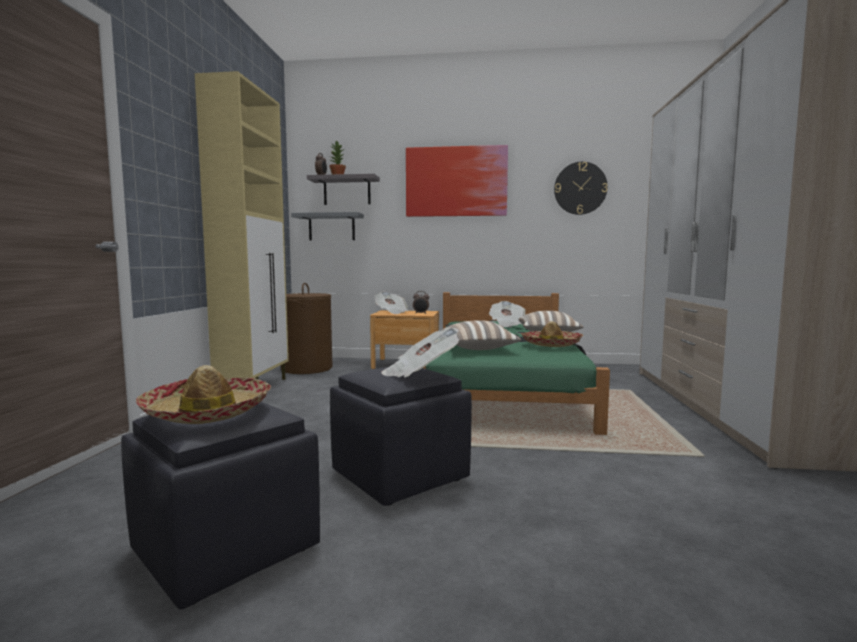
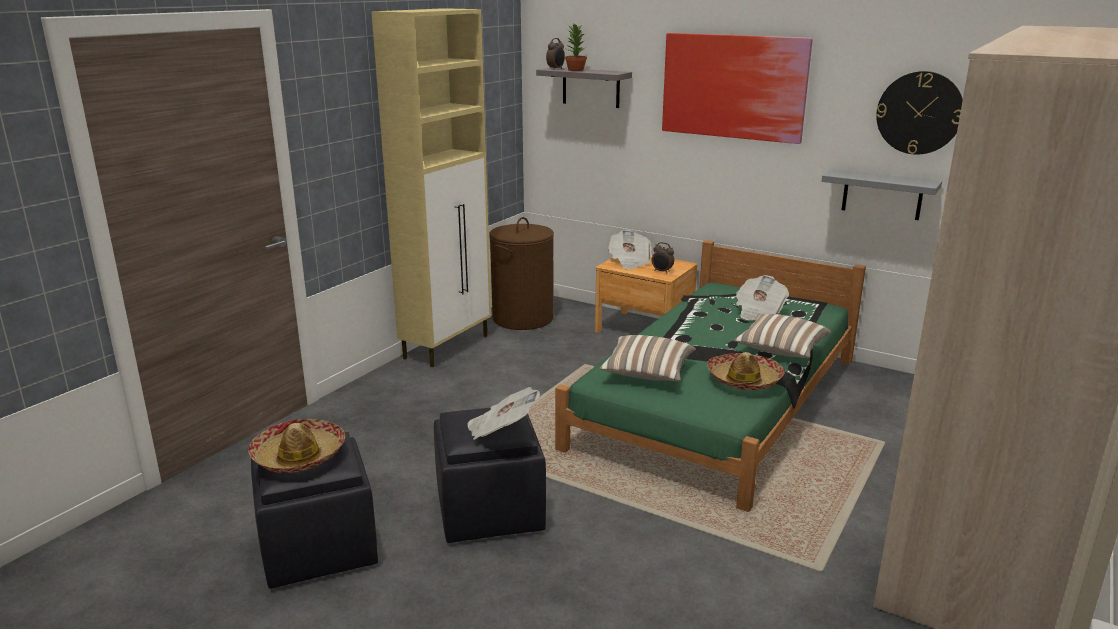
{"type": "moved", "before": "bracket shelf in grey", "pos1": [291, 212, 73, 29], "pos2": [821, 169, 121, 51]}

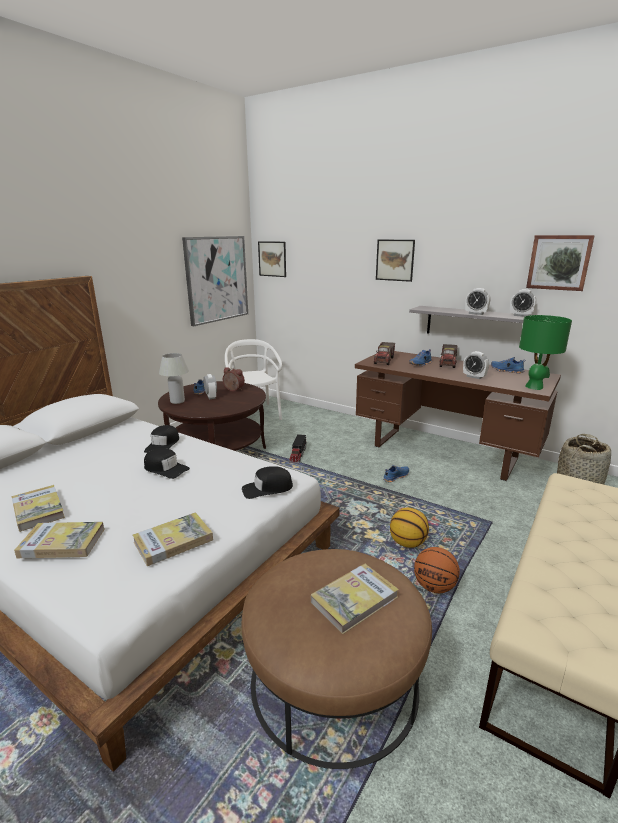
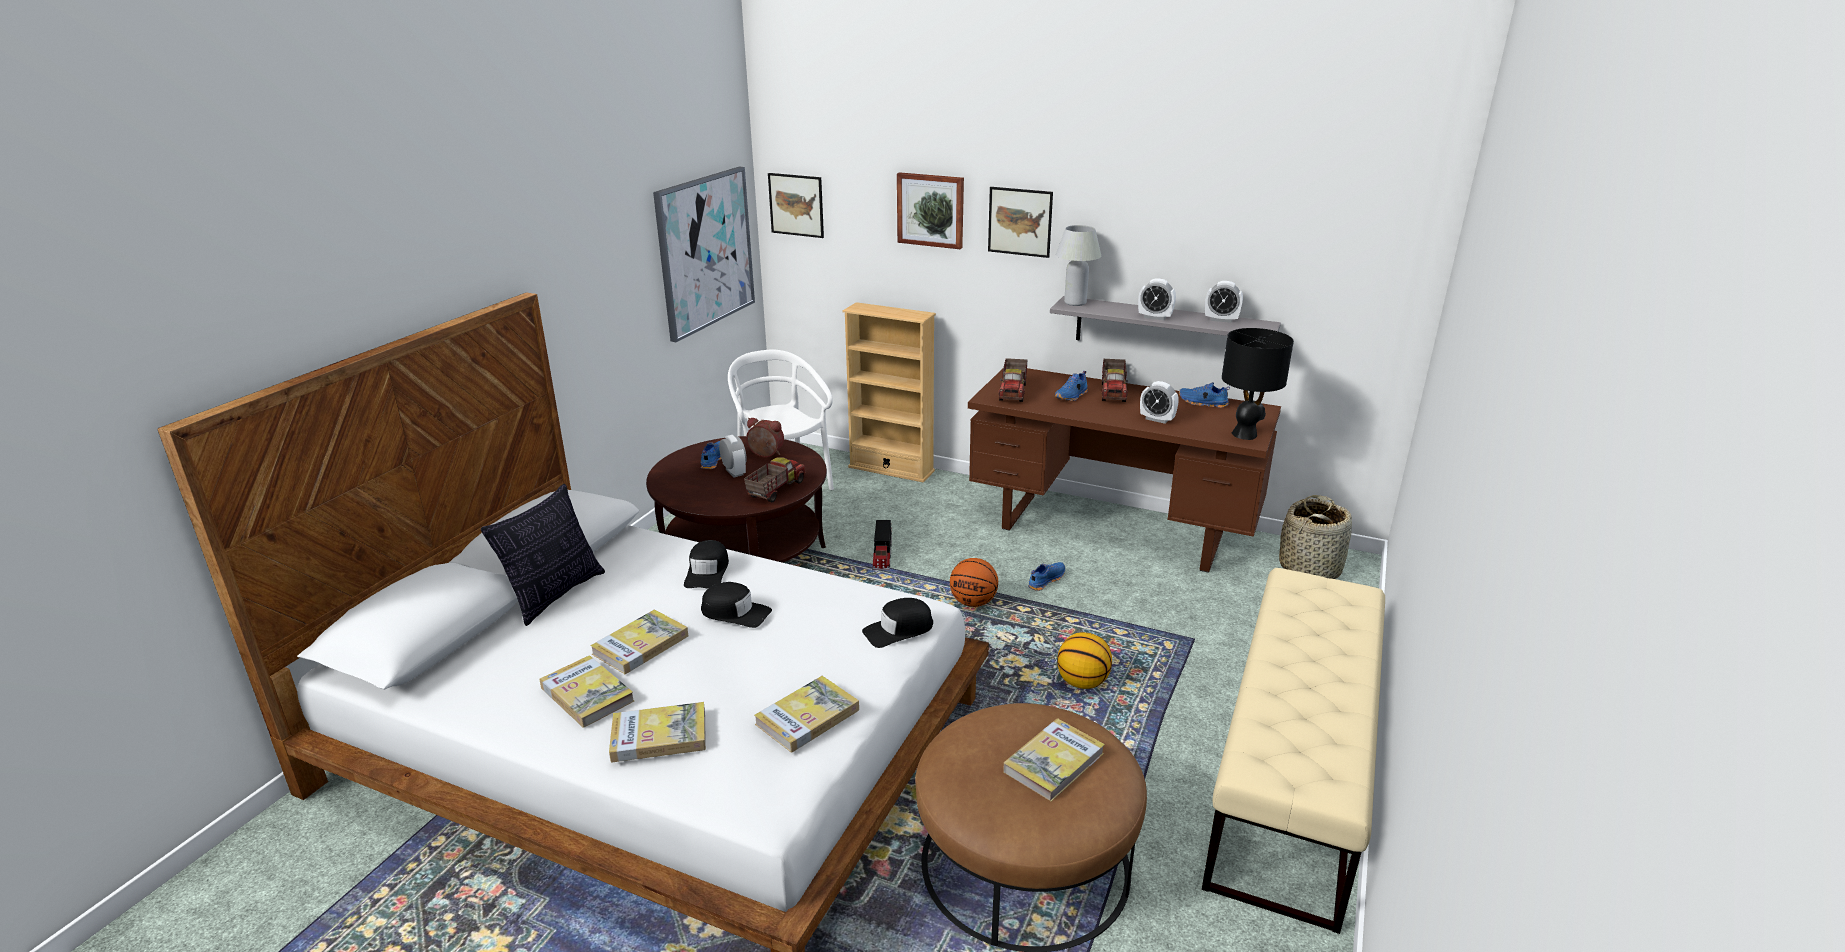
{"type": "moved", "before": "picture", "pos1": [526, 235, 69, 56], "pos2": [897, 172, 67, 77]}
{"type": "recoloured", "before": "table lamp in greenish", "after": "table lamp in blackish", "pos1": [519, 315, 53, 75], "pos2": [1222, 328, 72, 112]}
{"type": "moved", "before": "table lamp in white", "pos1": [159, 353, 30, 51], "pos2": [1056, 225, 45, 81]}
{"type": "moved", "before": "basketball ball", "pos1": [414, 547, 46, 46], "pos2": [950, 558, 48, 49]}
{"type": "added", "after": "bookshelf in sand-coloured", "pos2": [843, 302, 93, 181]}
{"type": "added", "after": "toy truck", "pos2": [744, 457, 62, 45]}
{"type": "added", "after": "cushion", "pos2": [481, 484, 124, 142]}
{"type": "added", "after": "book", "pos2": [590, 609, 98, 65]}

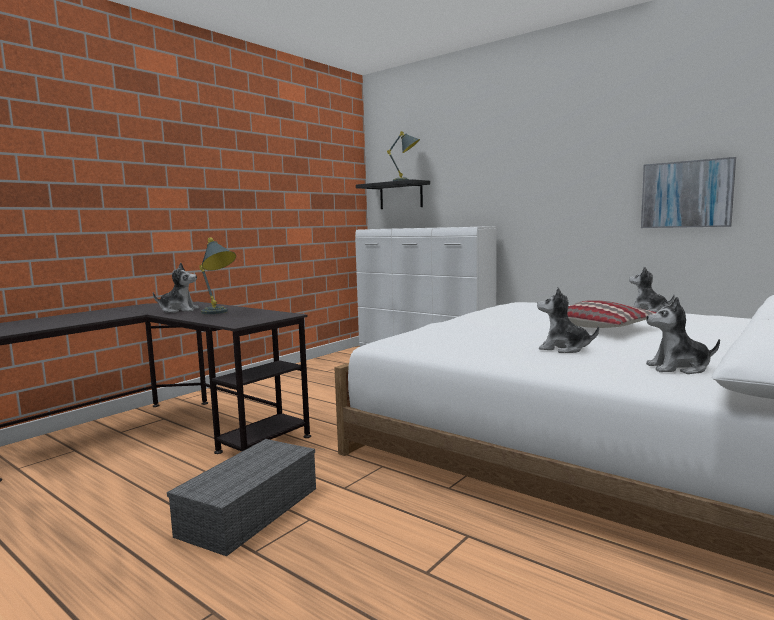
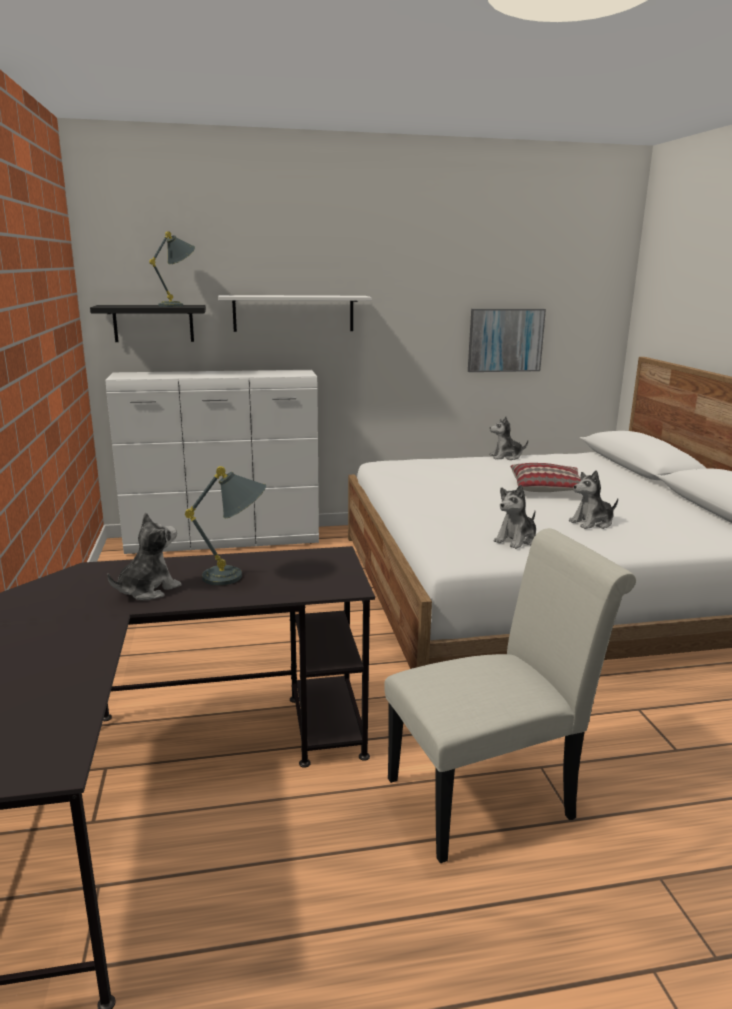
{"type": "moved", "before": "soft toy", "pos1": [646, 297, 74, 77], "pos2": [494, 485, 42, 64]}
{"type": "replaced", "before": "storage box in grey", "after": "upright chair in white", "pos1": [167, 439, 149, 117], "pos2": [384, 528, 252, 335]}
{"type": "added", "after": "bracket shelf in white", "pos2": [218, 295, 154, 37]}

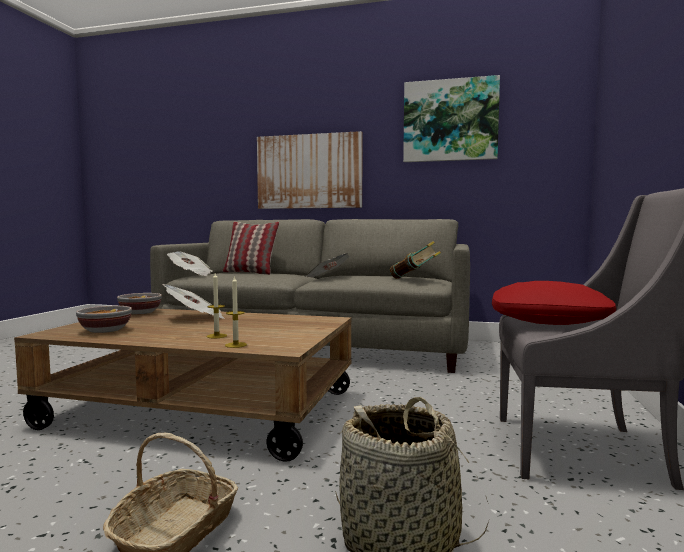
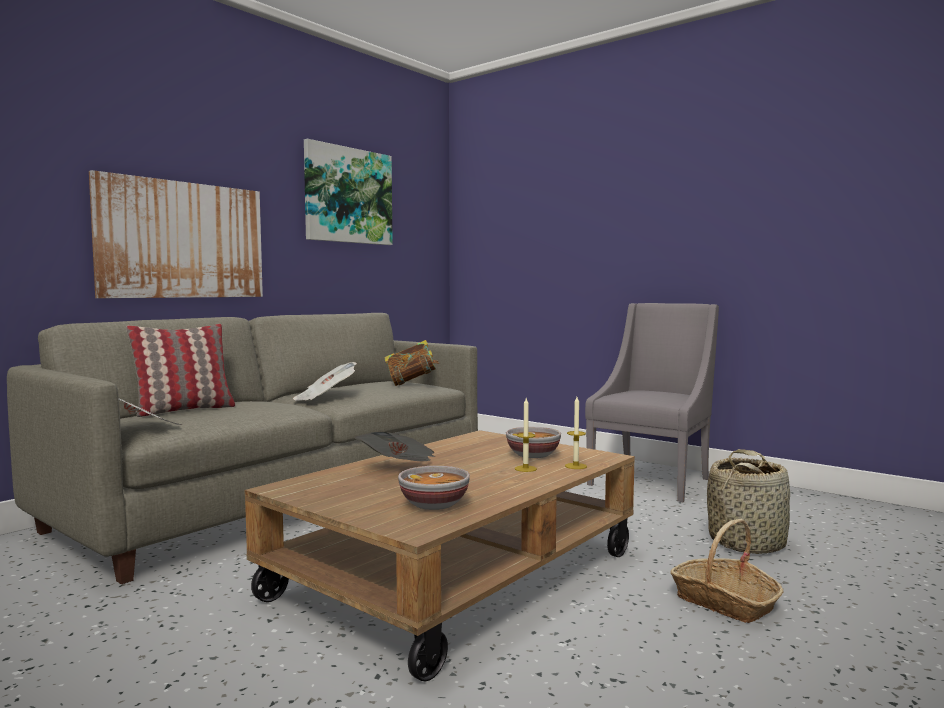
{"type": "removed", "before": "cushion in red", "pos1": [492, 281, 124, 44]}
{"type": "moved", "before": "bowl", "pos1": [117, 293, 45, 21], "pos2": [506, 427, 55, 31]}

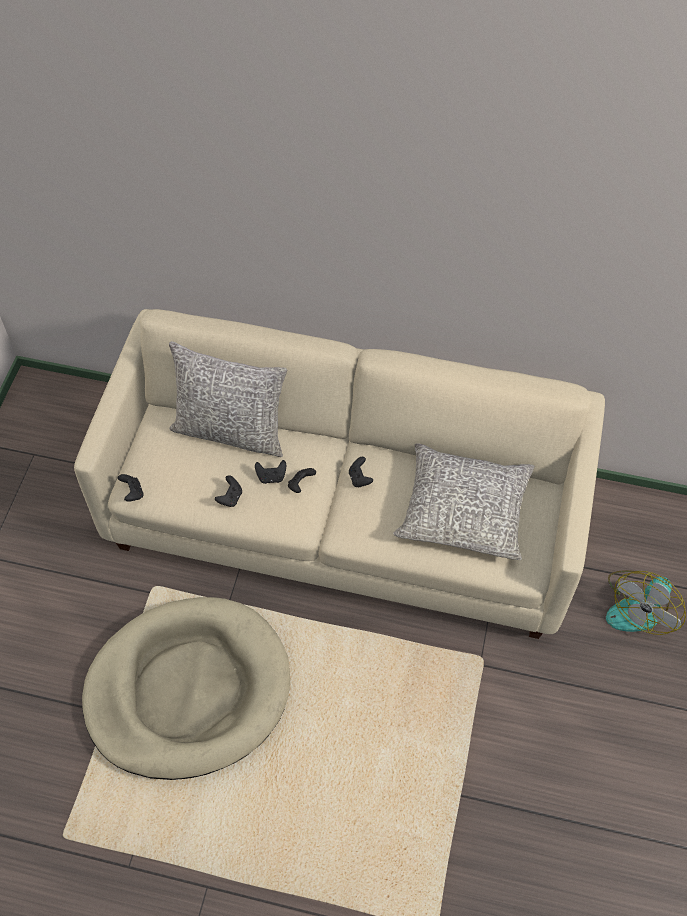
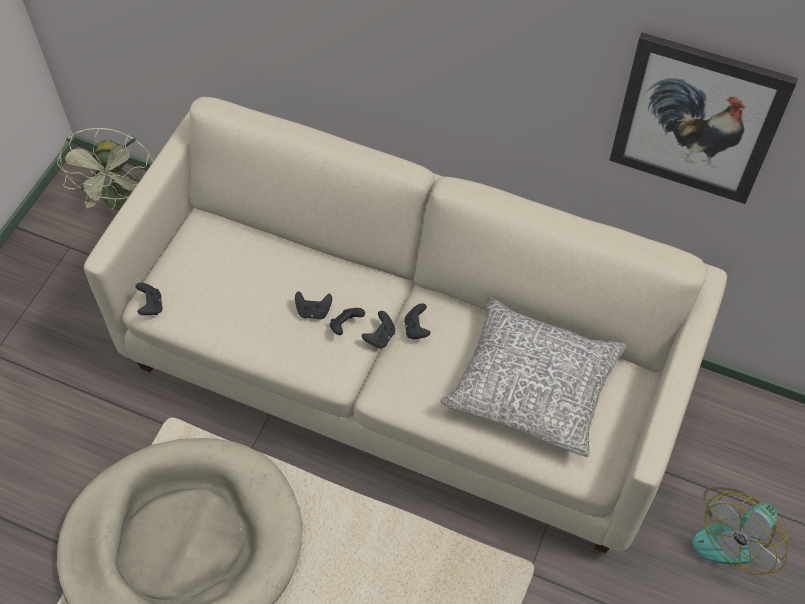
{"type": "removed", "before": "cushion in grey", "pos1": [169, 341, 119, 116]}
{"type": "moved", "before": "joypad in blackish", "pos1": [215, 475, 27, 32], "pos2": [362, 311, 33, 37]}
{"type": "added", "after": "picture", "pos2": [609, 33, 189, 171]}
{"type": "added", "after": "electric fan in greenish", "pos2": [57, 127, 96, 83]}

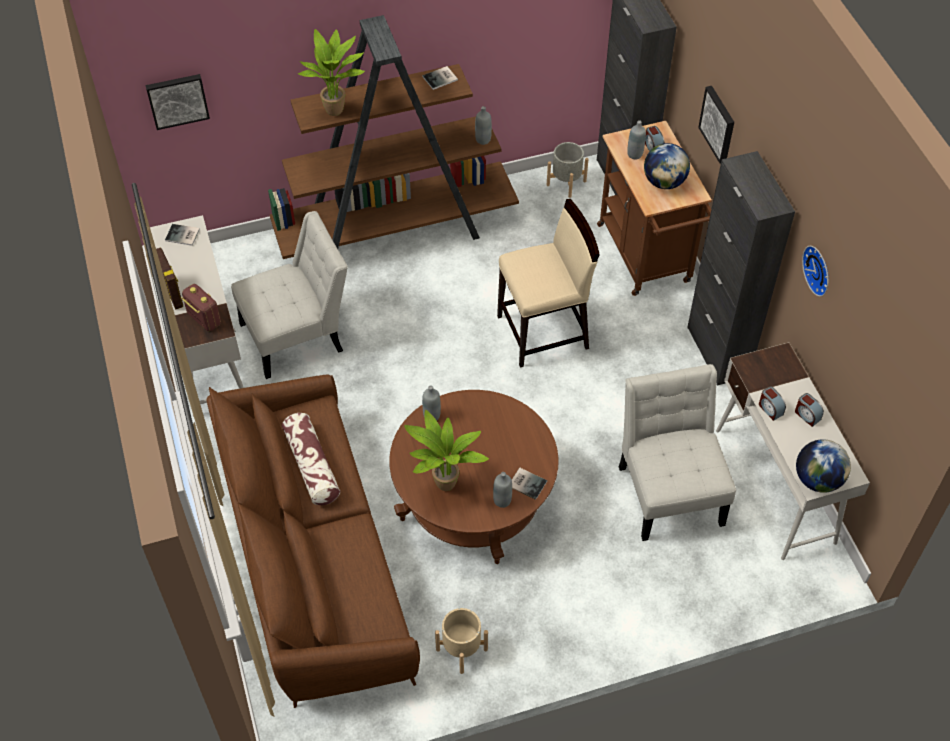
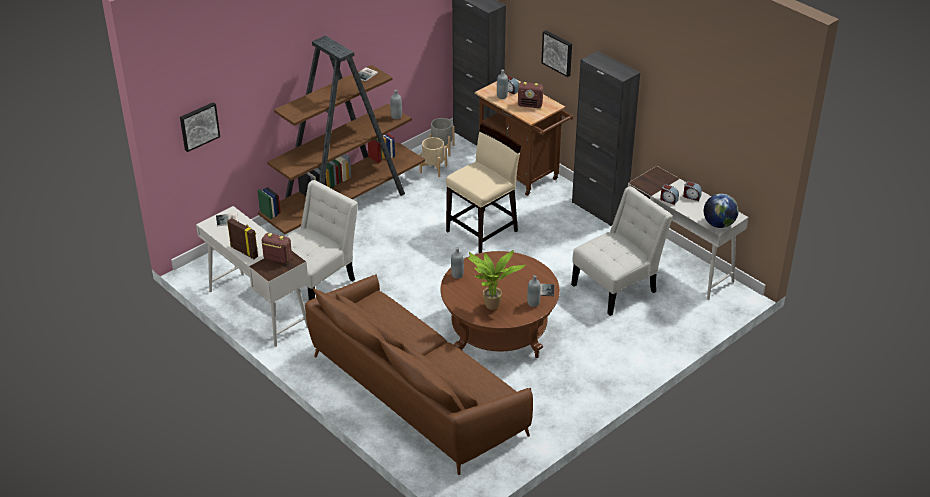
{"type": "removed", "before": "plant in a pot", "pos1": [297, 29, 68, 87]}
{"type": "replaced", "before": "desk globe", "after": "radio receiver", "pos1": [644, 143, 46, 46], "pos2": [518, 82, 25, 26]}
{"type": "removed", "before": "hanging clock", "pos1": [802, 246, 26, 51]}
{"type": "turned", "before": "upright chair in white", "pos1": [619, 364, 117, 177], "pos2": [571, 186, 102, 130], "turn": 90}
{"type": "removed", "before": "cushion", "pos1": [282, 413, 58, 92]}
{"type": "moved", "before": "planter in sand-coloured", "pos1": [435, 608, 53, 66], "pos2": [419, 137, 28, 40]}

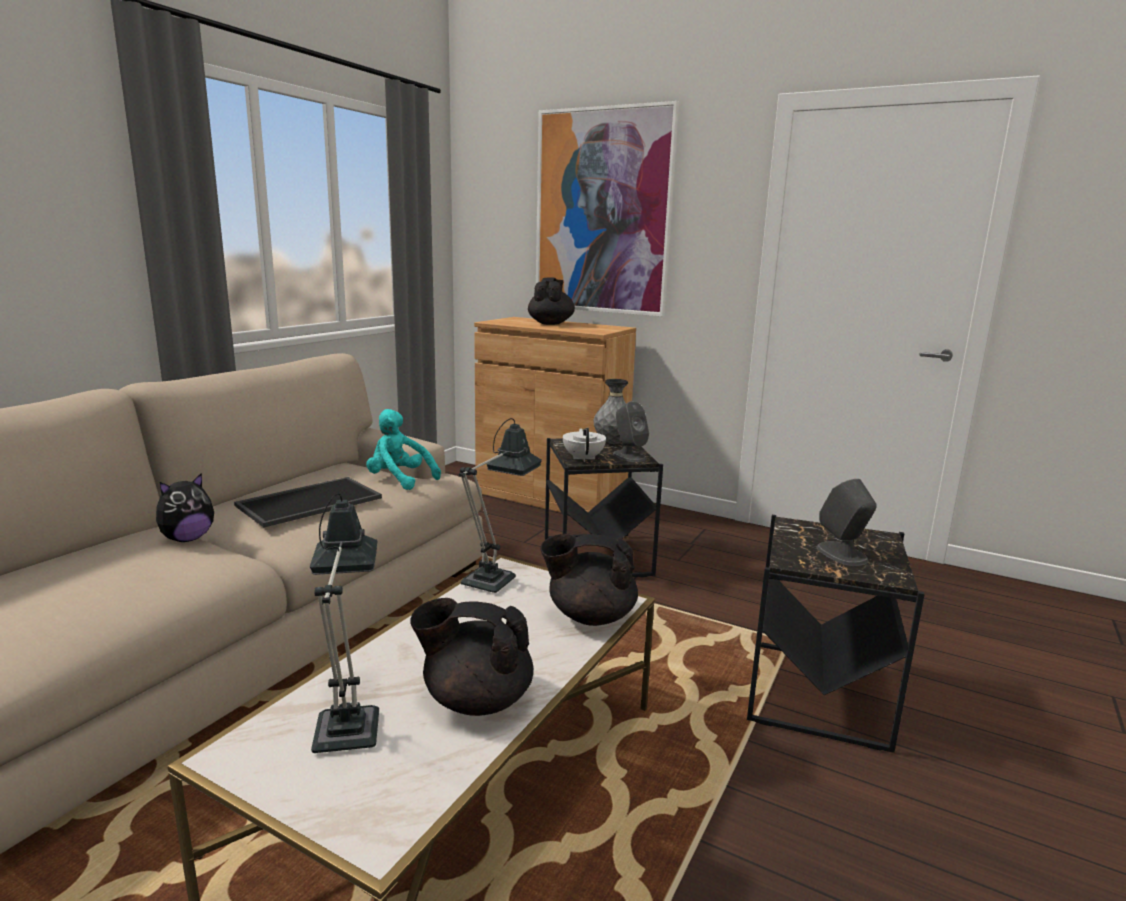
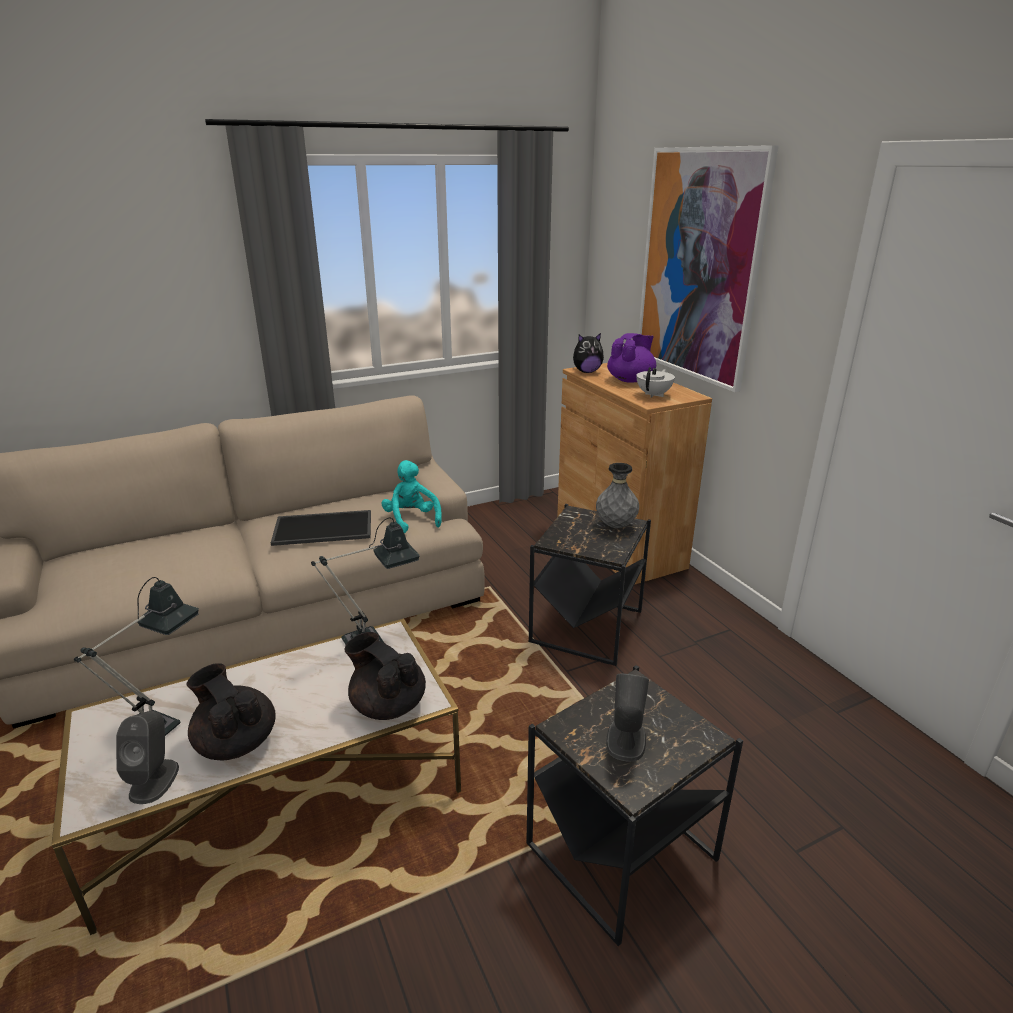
{"type": "recoloured", "before": "teapot in blackish", "after": "teapot in purple", "pos1": [528, 278, 47, 47], "pos2": [607, 333, 49, 50]}
{"type": "moved", "before": "speaker in grey", "pos1": [613, 401, 36, 61], "pos2": [116, 711, 63, 93]}
{"type": "moved", "before": "teapot in white", "pos1": [563, 428, 43, 34], "pos2": [637, 367, 38, 31]}
{"type": "moved", "before": "soft toy", "pos1": [156, 473, 58, 69], "pos2": [573, 333, 31, 40]}

